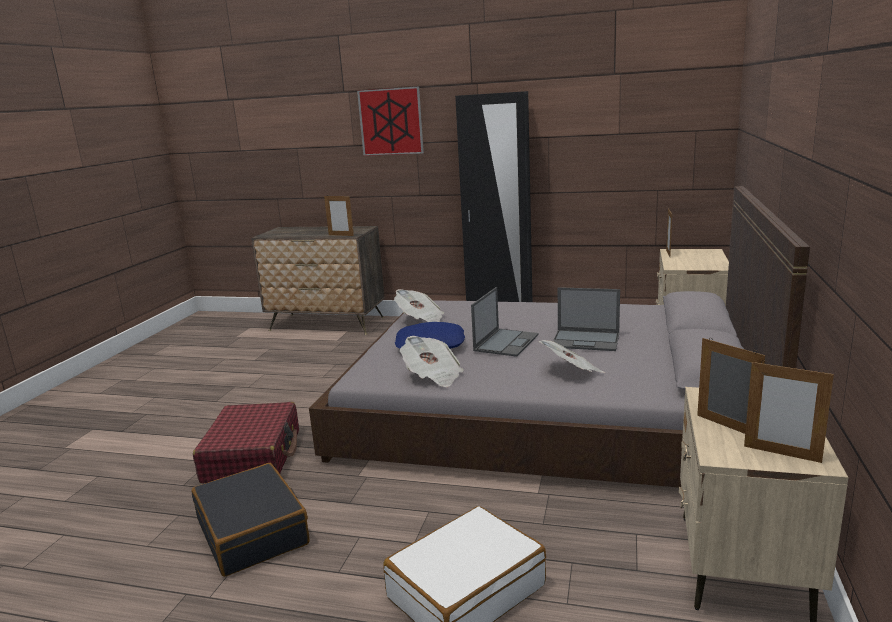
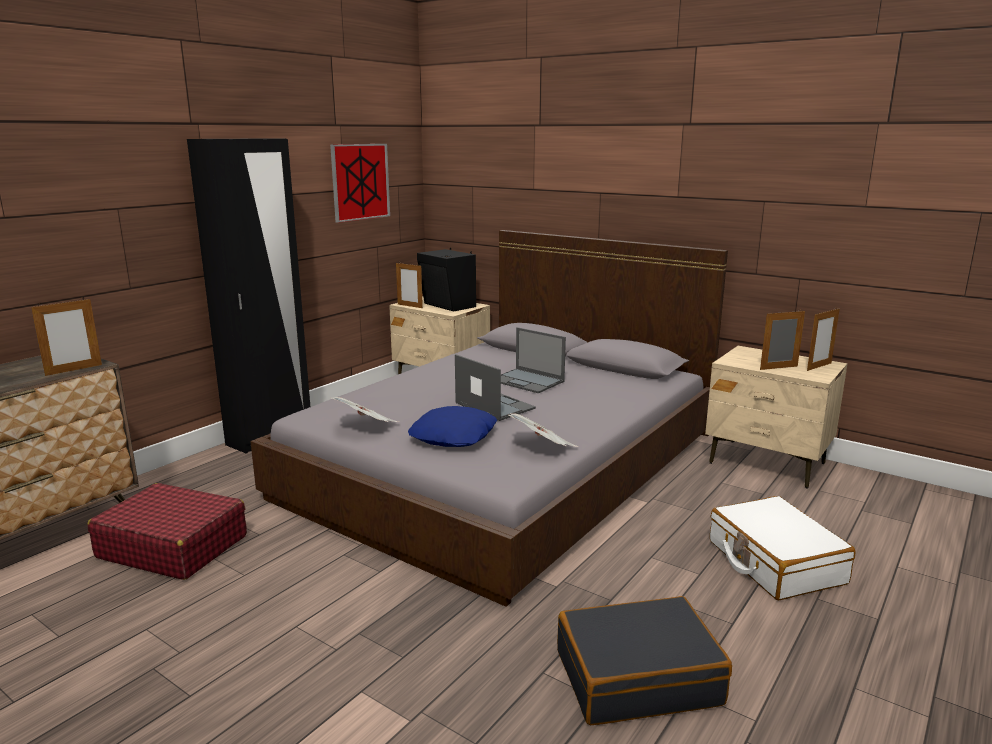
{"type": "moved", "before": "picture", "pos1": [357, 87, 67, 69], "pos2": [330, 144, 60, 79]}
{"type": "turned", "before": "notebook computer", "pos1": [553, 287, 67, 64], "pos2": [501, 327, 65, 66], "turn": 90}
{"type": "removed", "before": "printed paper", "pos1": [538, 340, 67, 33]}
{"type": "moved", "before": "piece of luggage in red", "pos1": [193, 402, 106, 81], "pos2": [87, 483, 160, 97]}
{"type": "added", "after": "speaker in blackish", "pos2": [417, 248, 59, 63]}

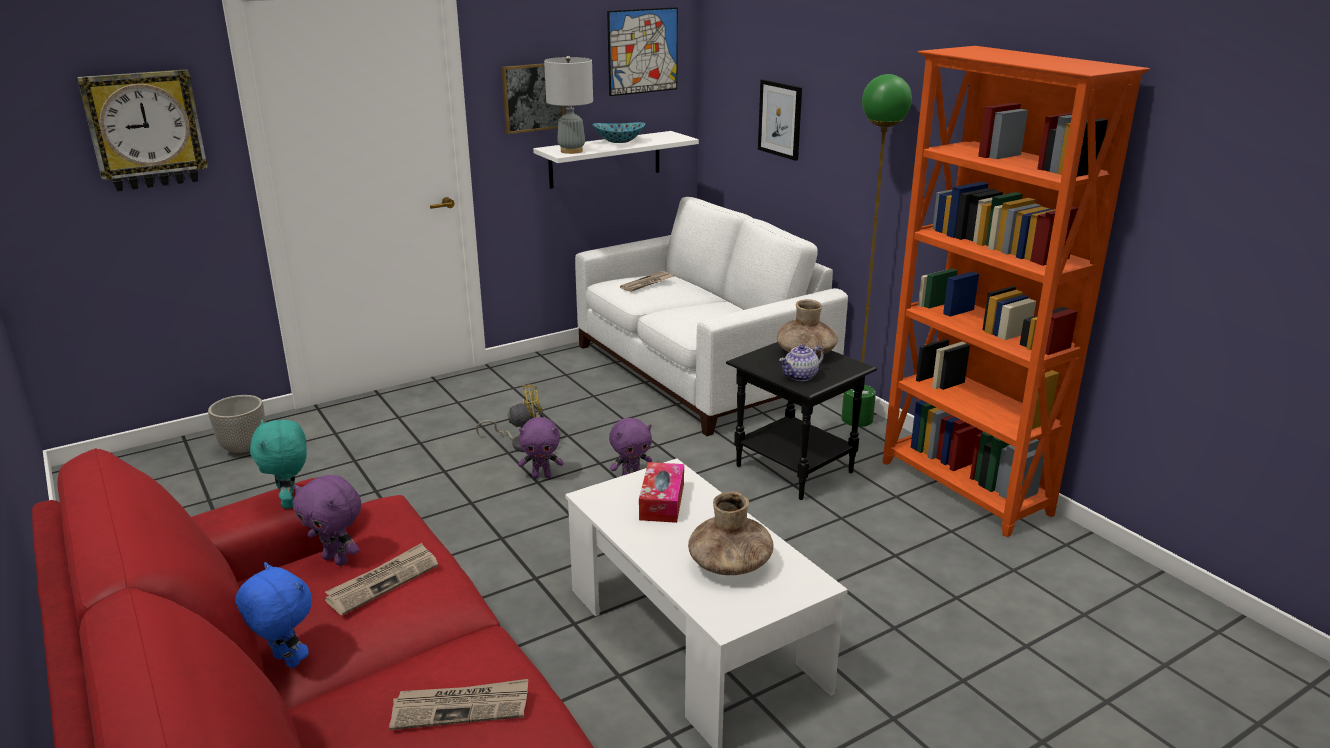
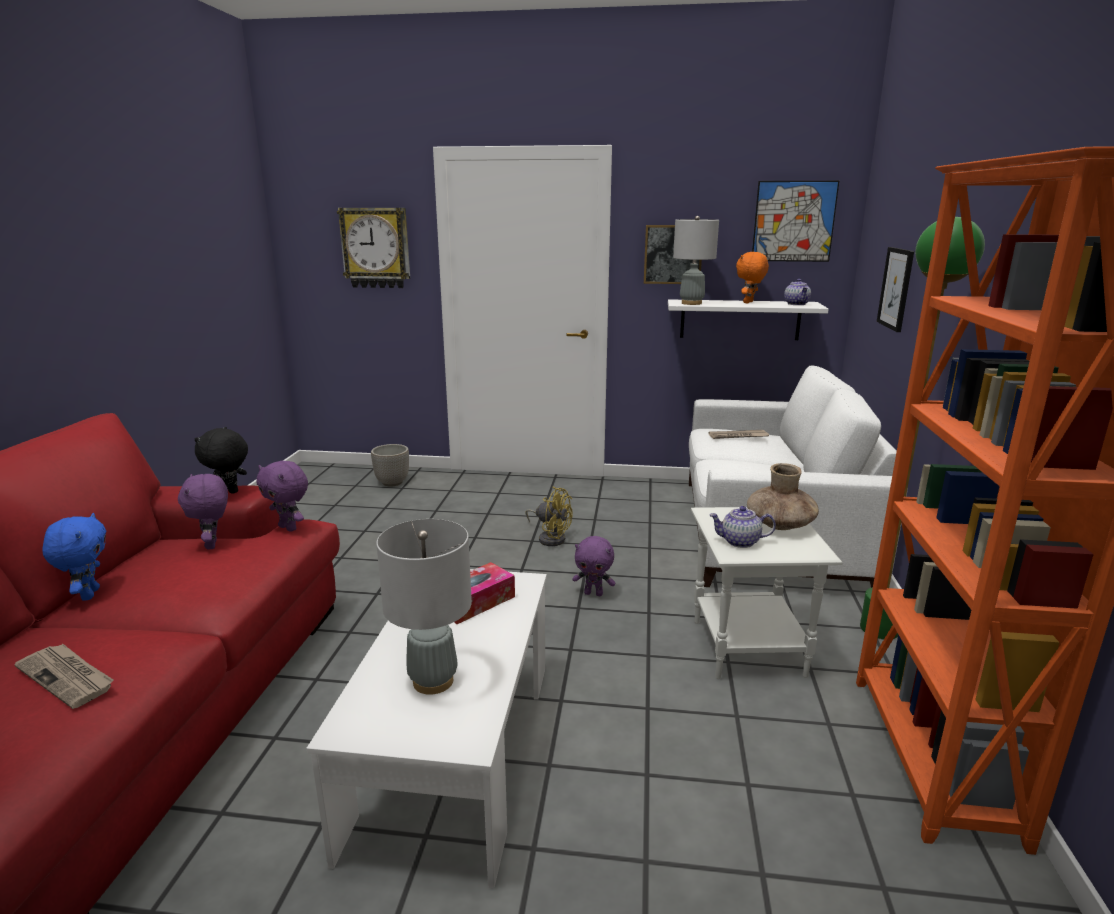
{"type": "replaced", "before": "bowl", "after": "soft toy in orange-coloured", "pos1": [593, 122, 52, 21], "pos2": [736, 252, 33, 51]}
{"type": "recoloured", "before": "accent table in blackish", "after": "accent table in white", "pos1": [726, 342, 151, 158], "pos2": [691, 507, 151, 172]}
{"type": "moved", "before": "soft toy in purple", "pos1": [518, 417, 46, 62], "pos2": [256, 461, 52, 71]}
{"type": "recoloured", "before": "soft toy in blue-green", "after": "soft toy in blackish", "pos1": [250, 419, 57, 90], "pos2": [195, 427, 53, 67]}
{"type": "replaced", "before": "decorative vase in brown", "after": "table lamp in grey", "pos1": [688, 492, 85, 83], "pos2": [376, 519, 96, 176]}
{"type": "removed", "before": "printed paper", "pos1": [324, 543, 114, 72]}
{"type": "added", "after": "teapot", "pos2": [784, 279, 27, 26]}

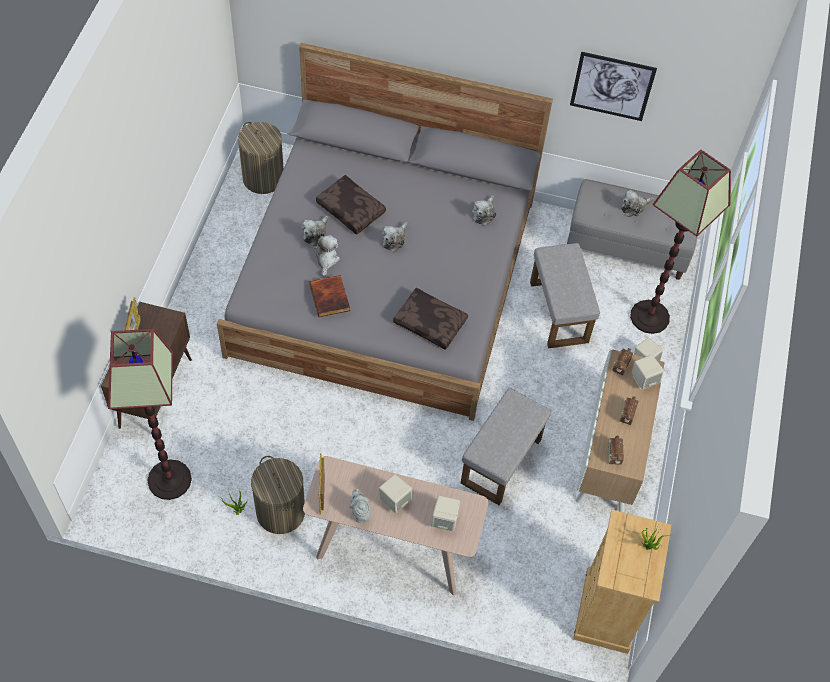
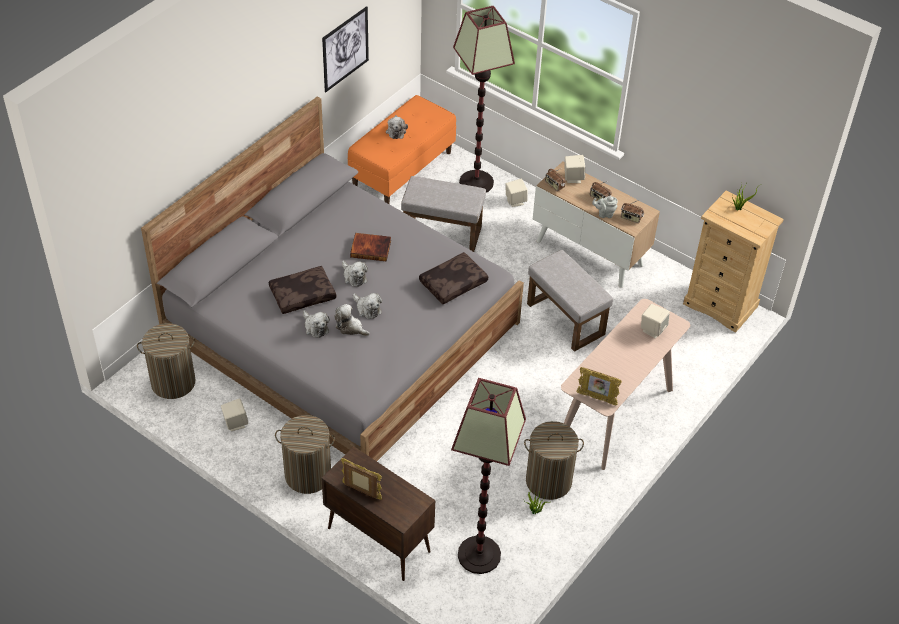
{"type": "recoloured", "before": "bench in grey", "after": "bench in orange-coloured", "pos1": [567, 179, 131, 101], "pos2": [348, 95, 108, 109]}
{"type": "moved", "before": "soft toy", "pos1": [472, 195, 24, 31], "pos2": [353, 293, 29, 26]}
{"type": "moved", "before": "book", "pos1": [309, 275, 41, 42], "pos2": [350, 233, 41, 29]}
{"type": "moved", "before": "speaker in sand-coloured", "pos1": [379, 474, 33, 39], "pos2": [221, 398, 27, 33]}
{"type": "moved", "before": "teapot in grey", "pos1": [349, 489, 22, 34], "pos2": [592, 196, 26, 22]}
{"type": "added", "after": "hamper", "pos2": [275, 415, 60, 79]}

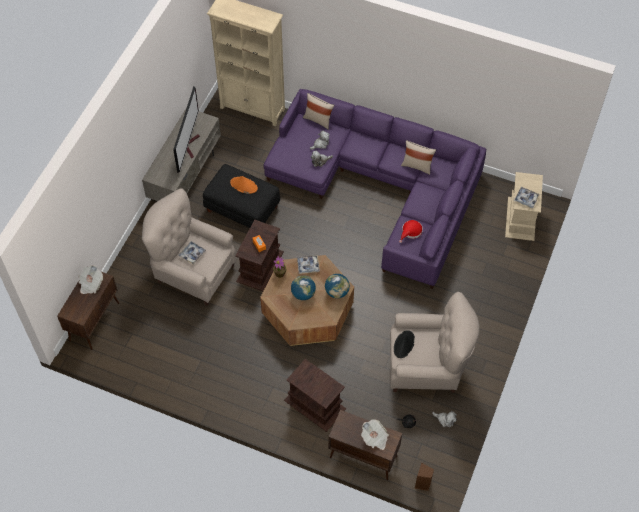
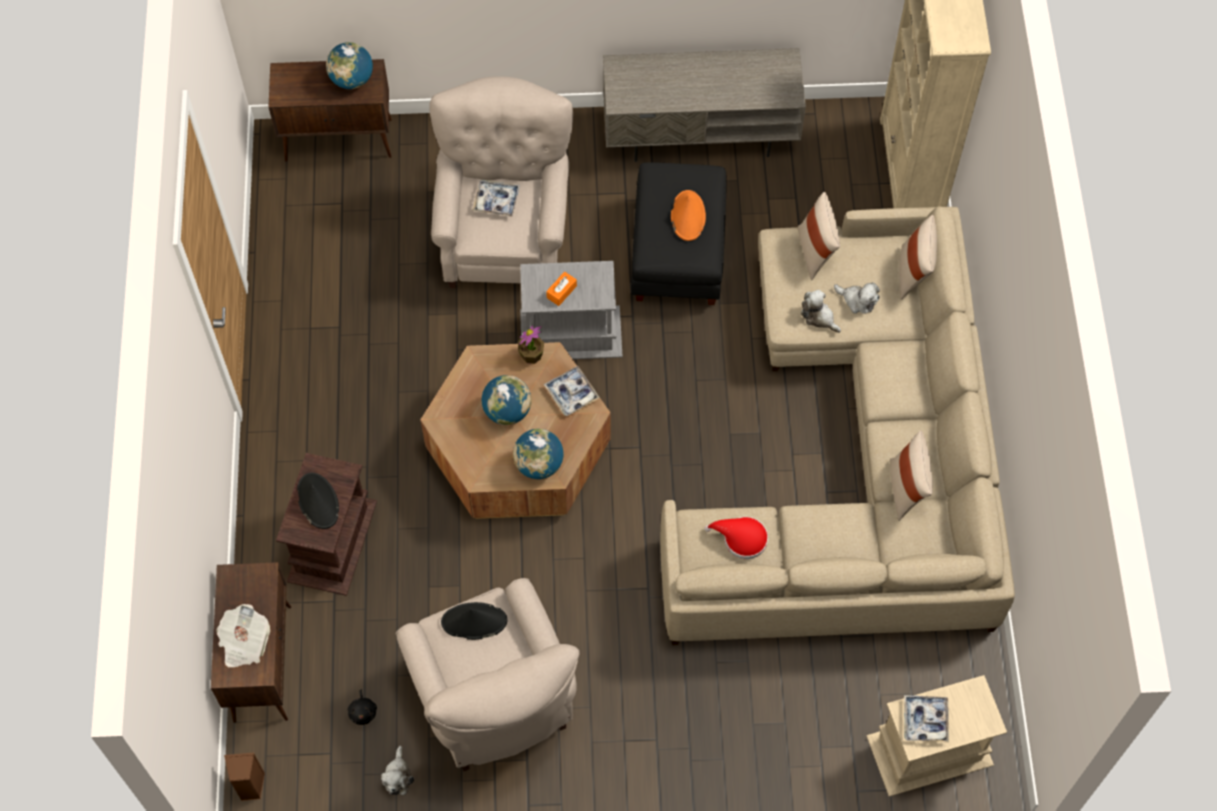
{"type": "removed", "before": "TV", "pos1": [173, 86, 27, 87]}
{"type": "recoloured", "before": "couch in purple", "after": "couch in sand-coloured", "pos1": [263, 89, 223, 200], "pos2": [660, 206, 355, 439]}
{"type": "recoloured", "before": "accent table in brown", "after": "accent table in grey", "pos1": [235, 220, 49, 71], "pos2": [520, 261, 103, 98]}
{"type": "replaced", "before": "printed paper", "after": "desk globe", "pos1": [79, 265, 24, 29], "pos2": [326, 42, 47, 47]}
{"type": "added", "after": "cushion in sand-coloured", "pos2": [798, 192, 42, 88]}
{"type": "added", "after": "hat in blackish", "pos2": [297, 473, 42, 56]}

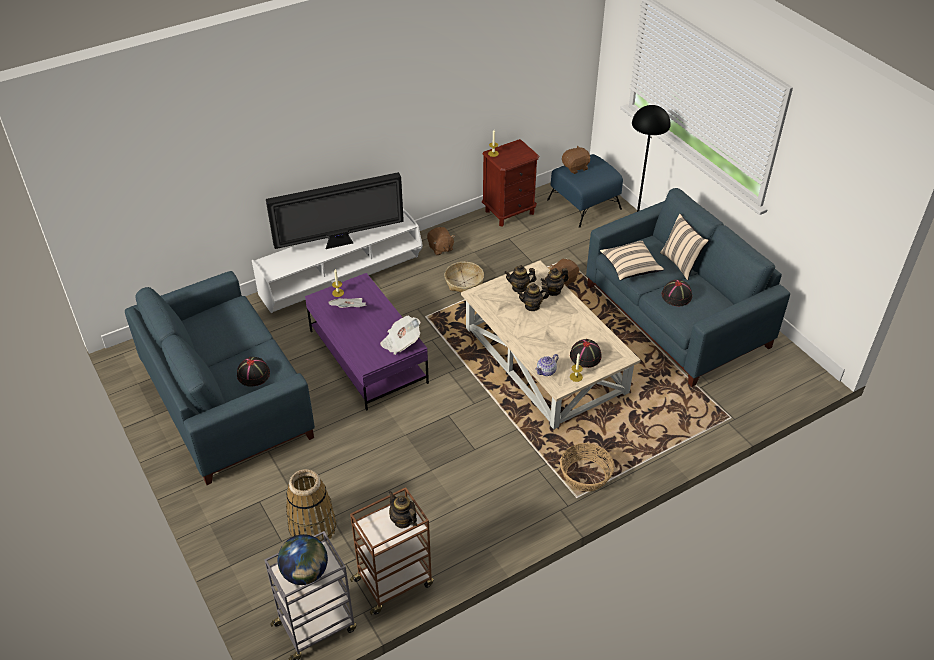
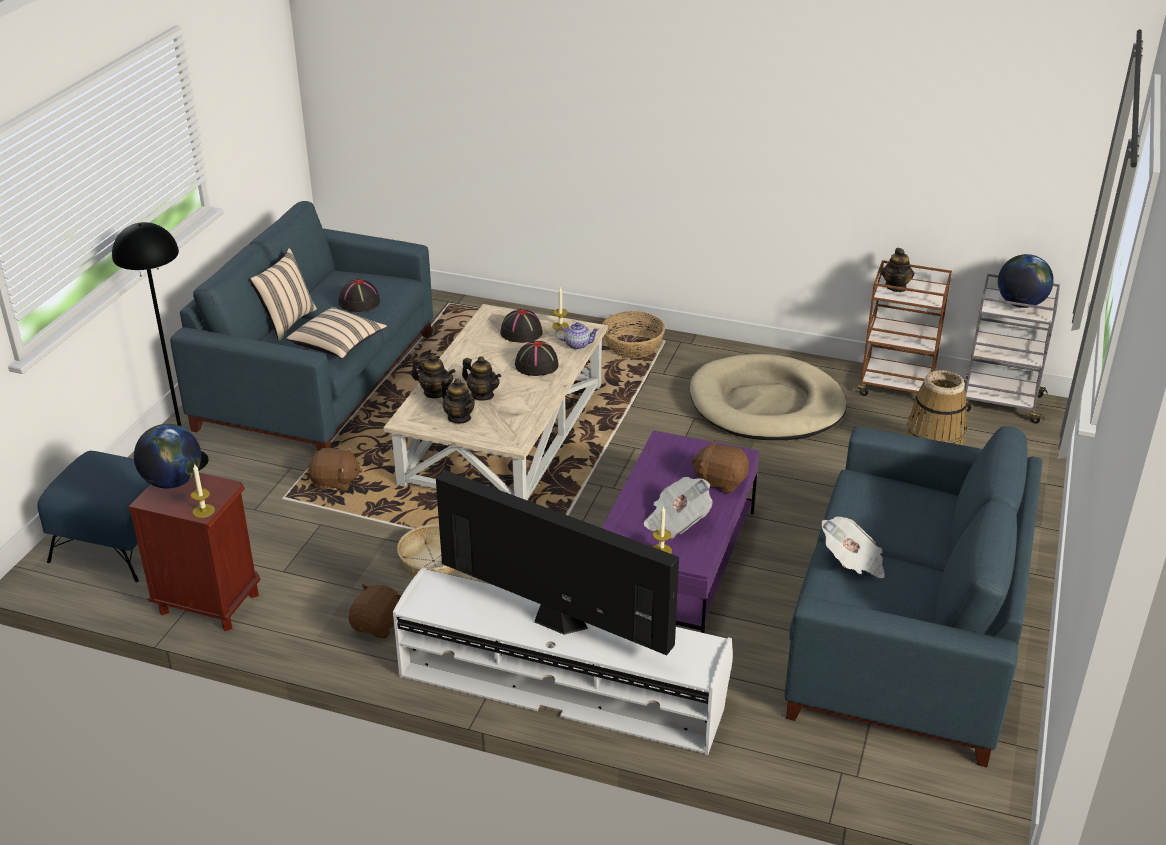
{"type": "moved", "before": "soft toy in brown", "pos1": [562, 145, 28, 29], "pos2": [691, 440, 58, 54]}
{"type": "moved", "before": "printed paper", "pos1": [380, 316, 41, 39], "pos2": [821, 517, 64, 61]}
{"type": "moved", "before": "hat in blackish", "pos1": [237, 357, 33, 30], "pos2": [515, 341, 44, 35]}
{"type": "added", "after": "dog cushion in sand-coloured", "pos2": [690, 354, 157, 86]}
{"type": "added", "after": "desk globe", "pos2": [134, 424, 67, 64]}

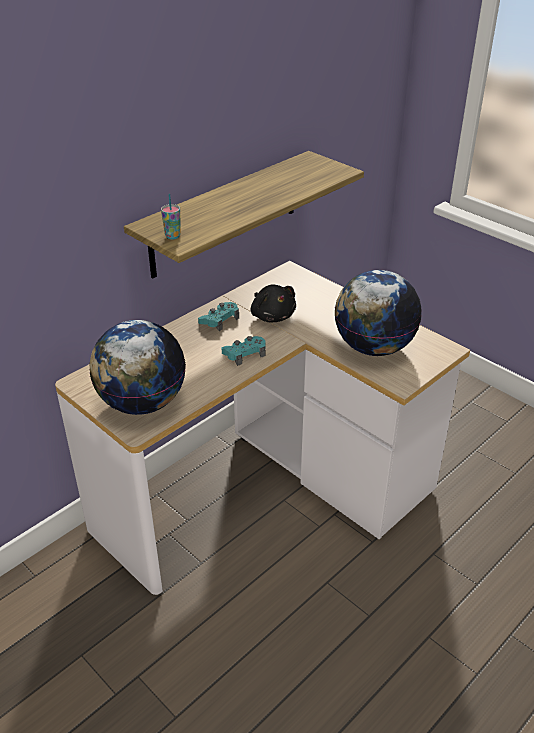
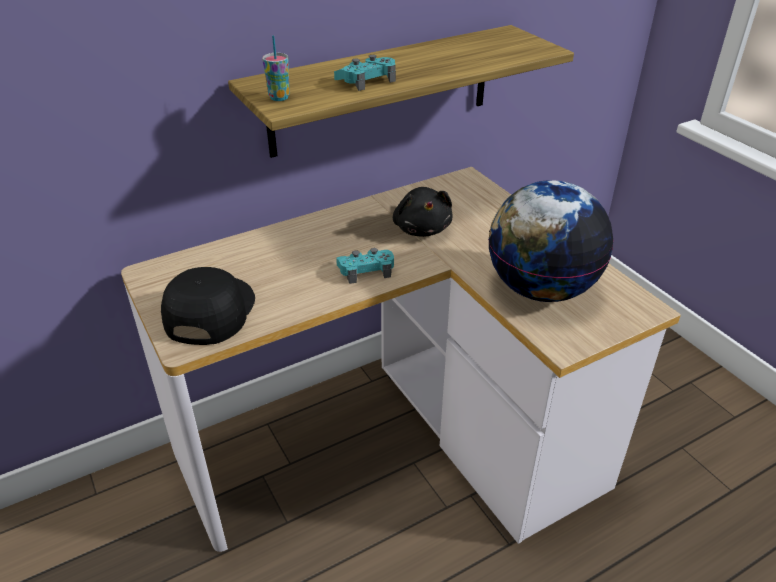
{"type": "moved", "before": "joypad in blue-green", "pos1": [198, 302, 41, 29], "pos2": [334, 55, 62, 36]}
{"type": "replaced", "before": "desk globe", "after": "cap in blackish", "pos1": [89, 320, 97, 95], "pos2": [161, 267, 94, 78]}

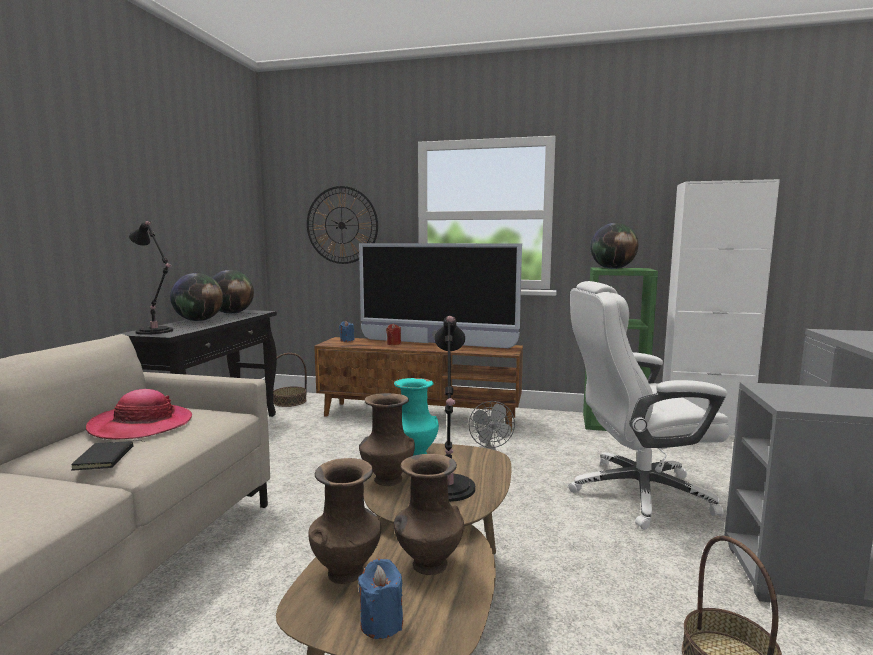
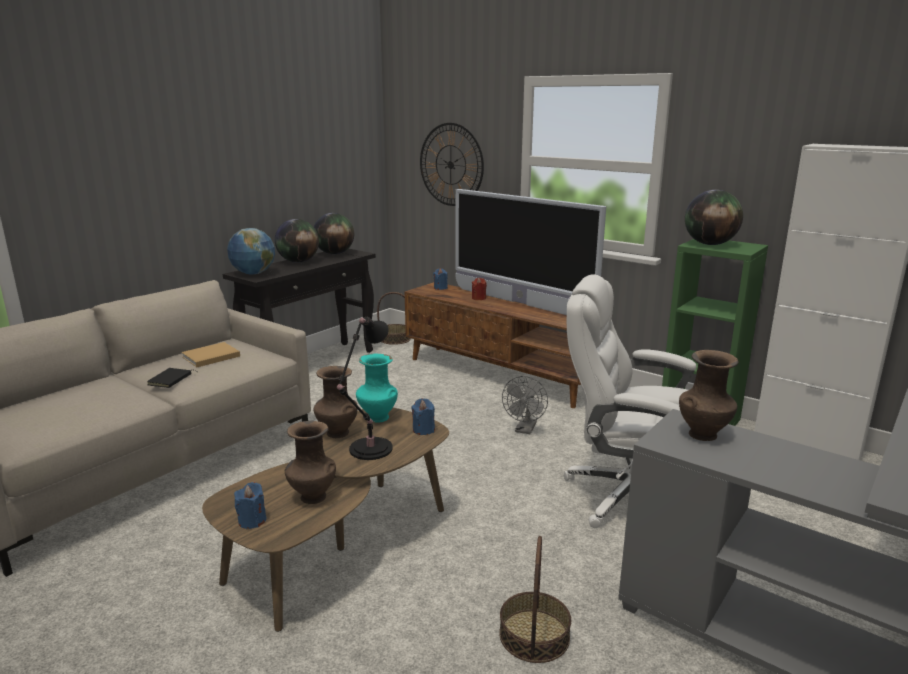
{"type": "replaced", "before": "table lamp in blackish", "after": "desk globe", "pos1": [129, 221, 44, 114], "pos2": [227, 228, 48, 46]}
{"type": "replaced", "before": "hat", "after": "book in sand-coloured", "pos1": [86, 389, 106, 51], "pos2": [181, 342, 59, 25]}
{"type": "moved", "before": "decorative vase in brown", "pos1": [309, 458, 72, 126], "pos2": [679, 350, 59, 91]}
{"type": "added", "after": "candle in blue", "pos2": [411, 398, 24, 37]}

